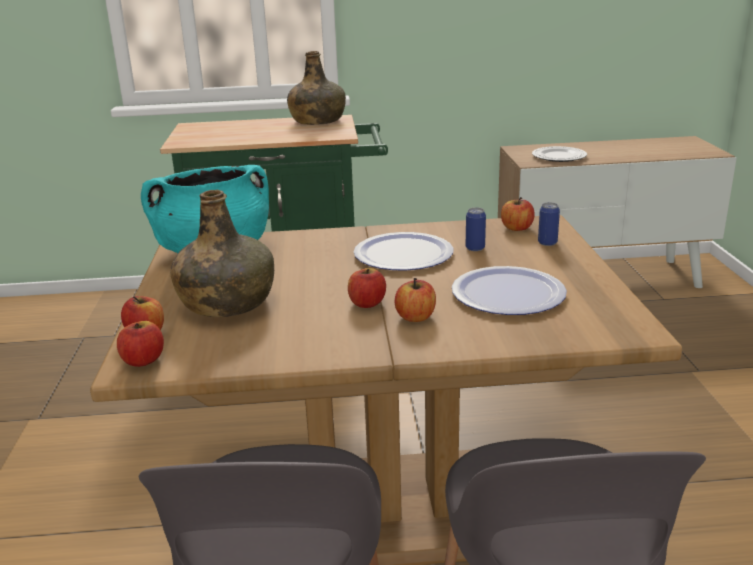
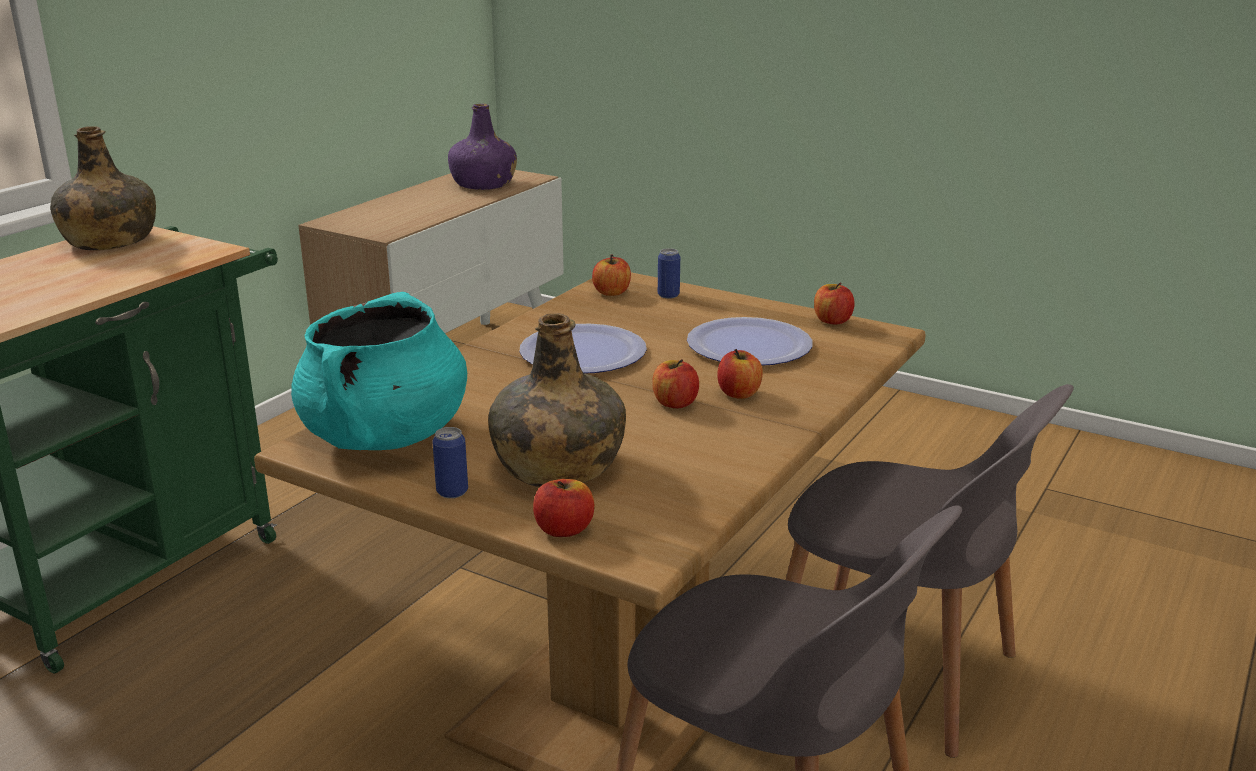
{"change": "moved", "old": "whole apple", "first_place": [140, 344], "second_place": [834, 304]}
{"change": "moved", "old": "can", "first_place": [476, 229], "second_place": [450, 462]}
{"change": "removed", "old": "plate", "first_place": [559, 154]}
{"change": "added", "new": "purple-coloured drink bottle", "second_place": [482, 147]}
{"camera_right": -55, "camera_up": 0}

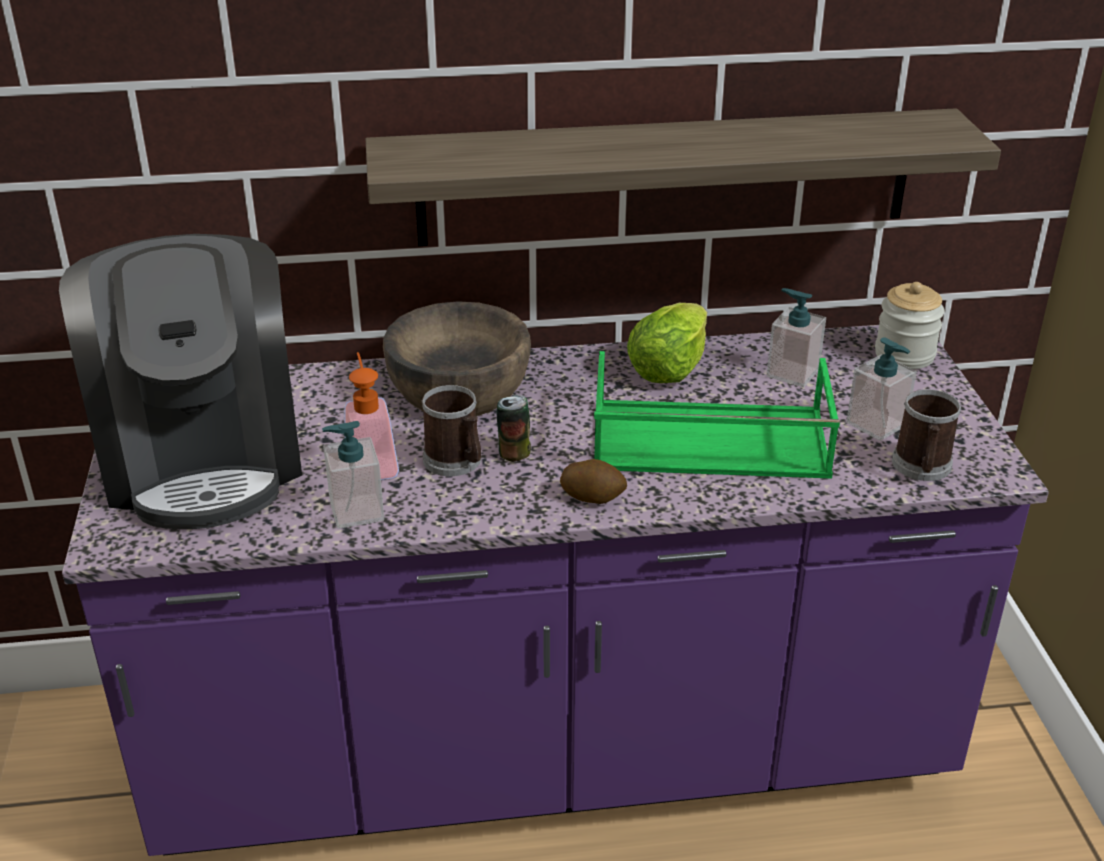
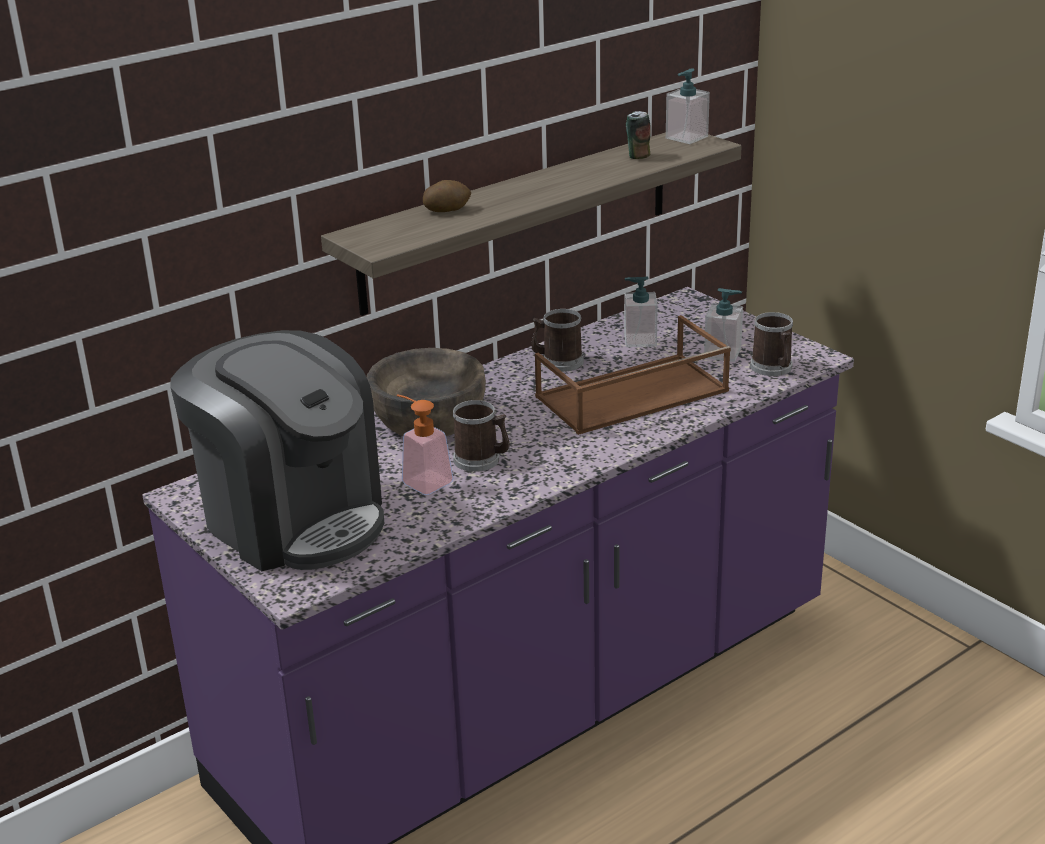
{"change": "moved", "old": "soap bottle", "first_place": [353, 475], "second_place": [688, 106]}
{"change": "moved", "old": "can", "first_place": [513, 428], "second_place": [638, 135]}
{"change": "moved", "old": "potato", "first_place": [593, 481], "second_place": [447, 196]}
{"change": "recoloured", "old": "green-coloured tray", "new": "brownish tray", "first_place": [717, 415], "second_place": [633, 375]}
{"change": "replaced", "old": "lettuce head", "new": "coffee mug", "first_place": [667, 343], "second_place": [558, 340]}
{"change": "removed", "old": "preserve jar", "first_place": [909, 325]}
{"camera_right": -30, "camera_up": -5}

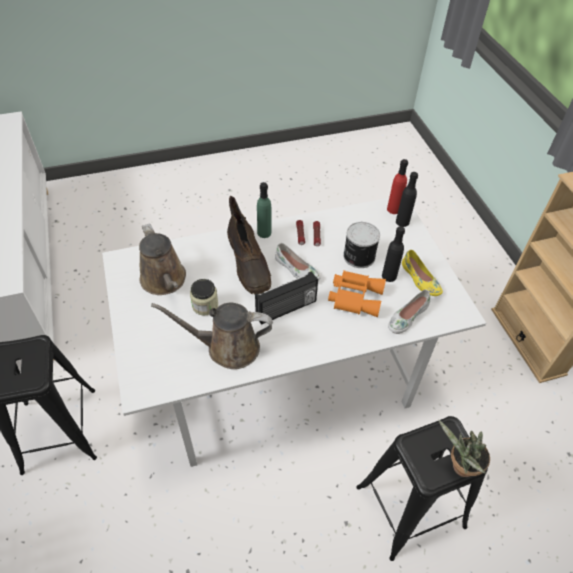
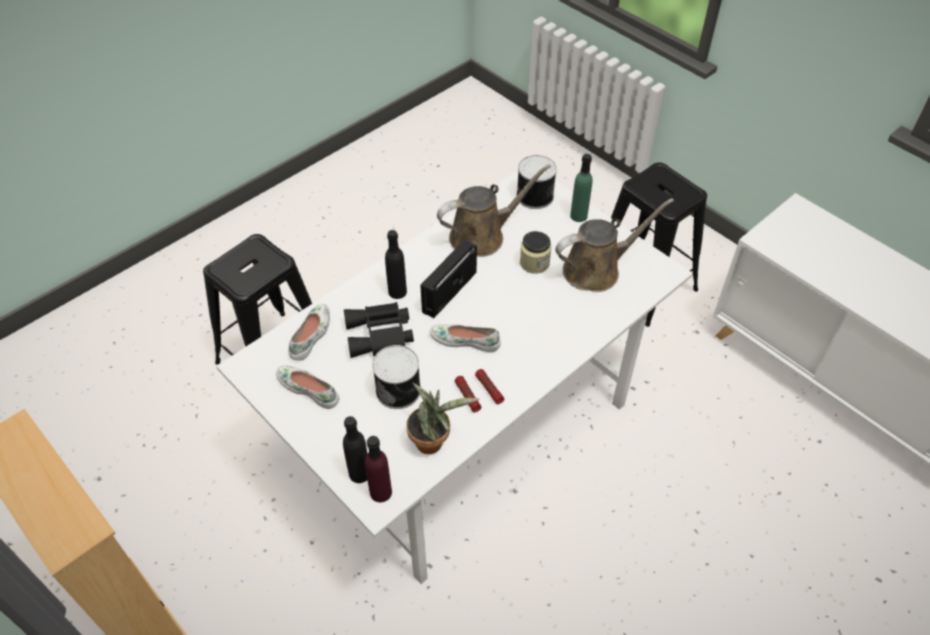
{"change": "turned", "old": "brownish sprinkling can", "first_place": [162, 259], "second_place": [614, 245], "degrees": 120}
{"change": "removed", "old": "brownish high-top boot", "first_place": [249, 245]}
{"change": "moved", "old": "green-coloured drink bottle", "first_place": [264, 210], "second_place": [581, 188]}
{"change": "recoloured", "old": "orange-coloured field glasses", "new": "blackish field glasses", "first_place": [357, 293], "second_place": [379, 330]}
{"change": "moved", "old": "blackish drink bottle", "first_place": [393, 254], "second_place": [396, 264]}
{"change": "recoloured", "old": "red drink bottle", "new": "purple-coloured drink bottle", "first_place": [397, 186], "second_place": [378, 469]}
{"change": "recoloured", "old": "yellowish item of footwear", "new": "white-coloured item of footwear", "first_place": [422, 273], "second_place": [307, 387]}
{"change": "moved", "old": "potted plant", "first_place": [464, 448], "second_place": [442, 418]}
{"change": "added", "new": "can", "second_place": [536, 182]}
{"camera_right": 155, "camera_up": 0}

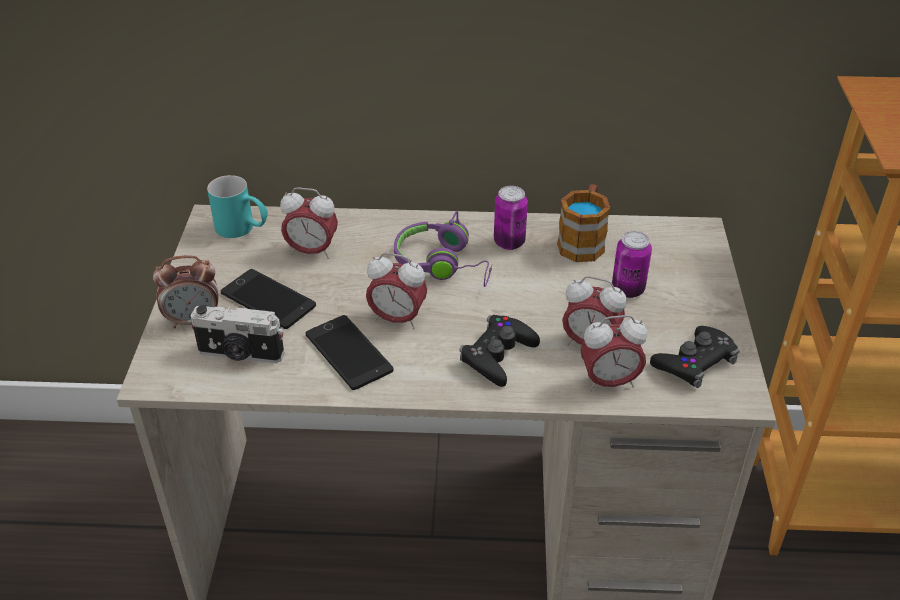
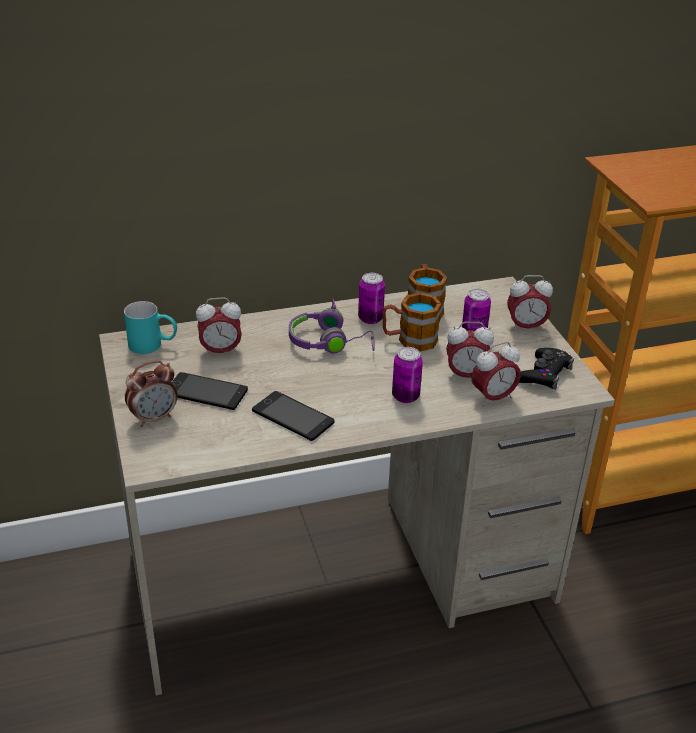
{"change": "removed", "old": "still camera", "first_place": [237, 334]}
{"change": "moved", "old": "alarm clock", "first_place": [396, 291], "second_place": [530, 303]}
{"change": "replaced", "old": "blackish game controller", "new": "can", "first_place": [499, 351], "second_place": [407, 375]}
{"change": "added", "new": "coffee mug", "second_place": [412, 322]}
{"camera_right": -20, "camera_up": -5}

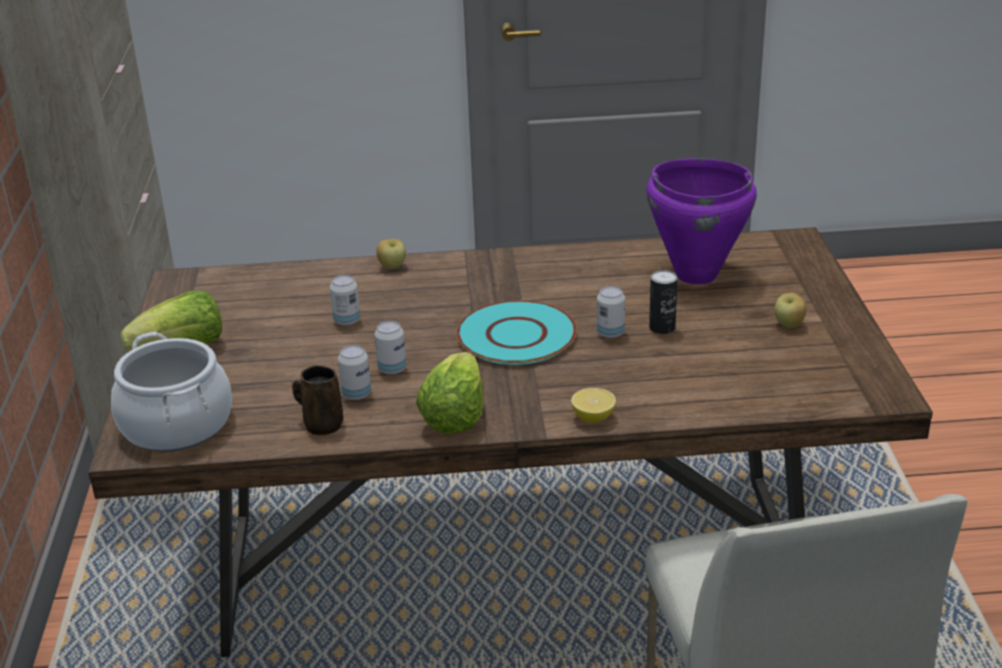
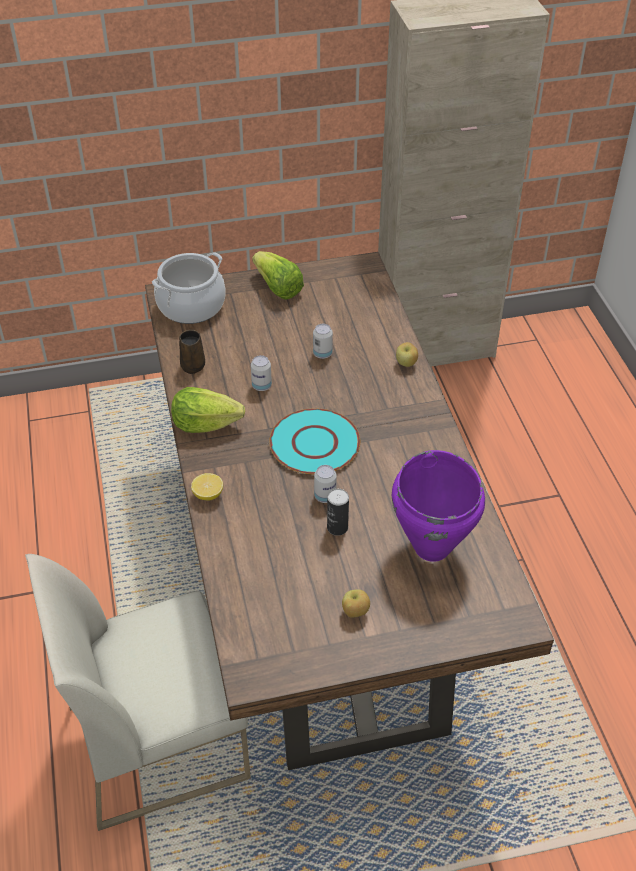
{"change": "removed", "old": "can", "first_place": [354, 372]}
{"camera_right": 80, "camera_up": 15}

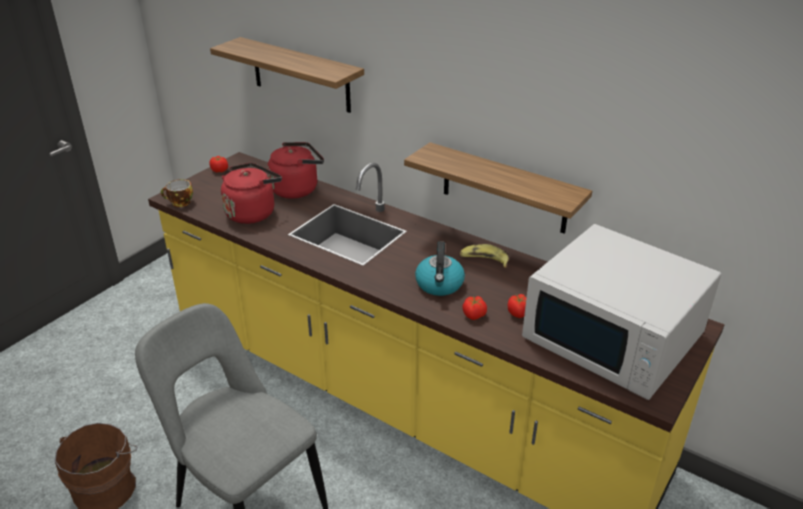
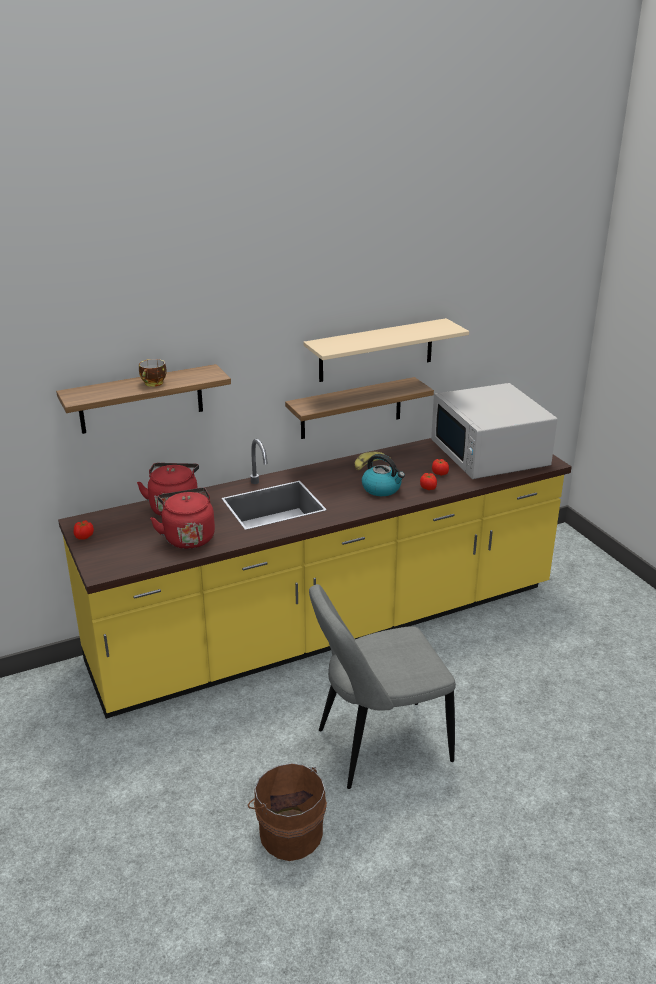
{"change": "moved", "old": "drinking cup", "first_place": [177, 193], "second_place": [153, 373]}
{"change": "turned", "old": "white-coloured kitchen microwave", "first_place": [621, 312], "second_place": [494, 431], "degrees": 90}
{"change": "added", "new": "sand-coloured wall shelf", "second_place": [386, 350]}
{"camera_right": -60, "camera_up": -5}

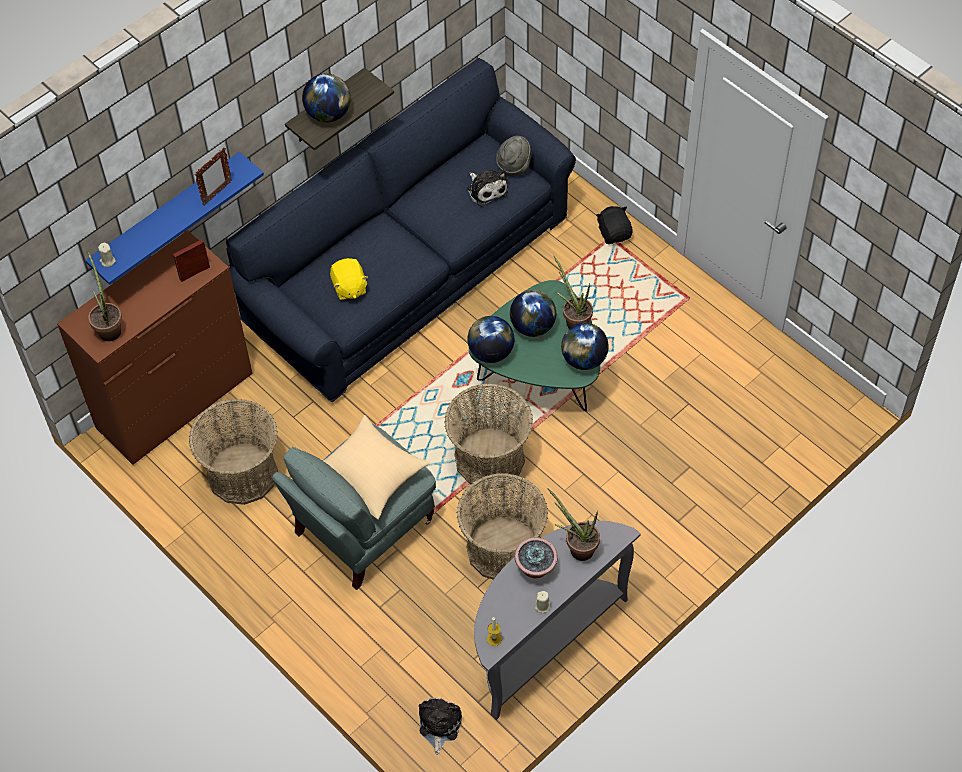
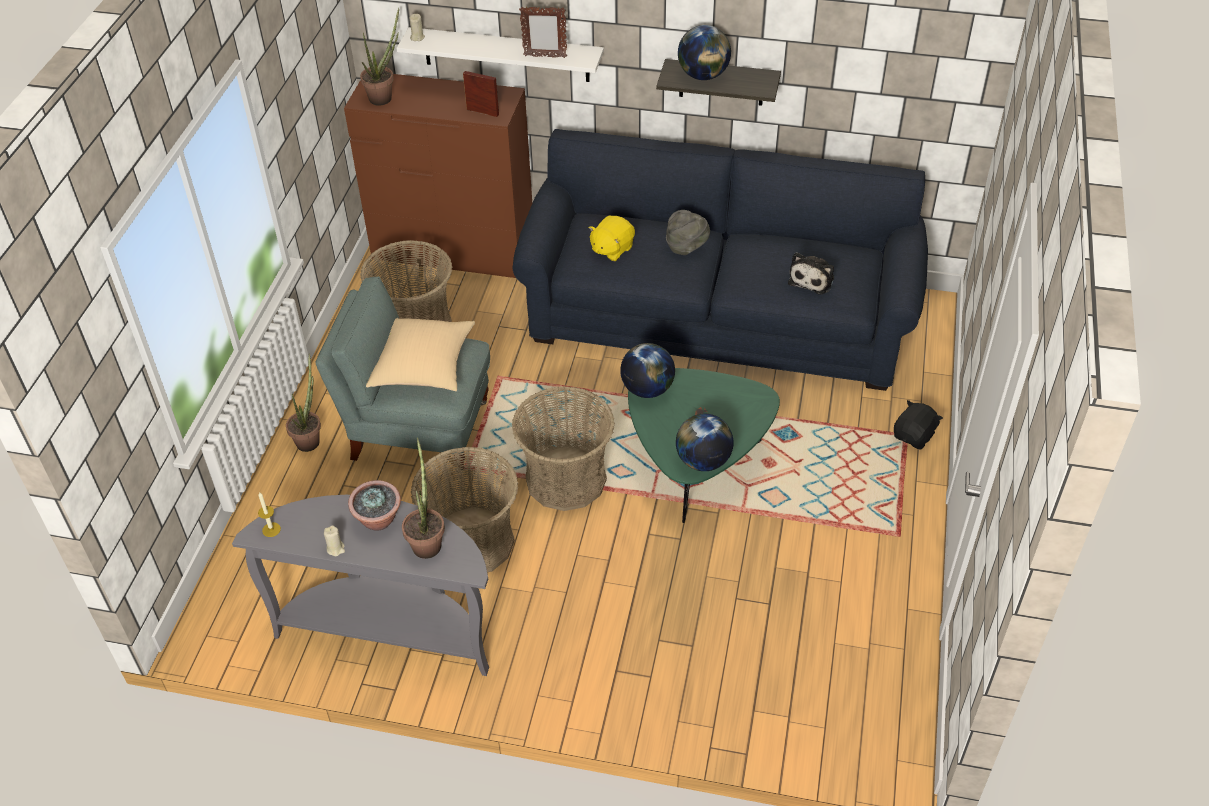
{"change": "recoloured", "old": "blue wall shelf", "new": "white-coloured wall shelf", "first_place": [174, 218], "second_place": [500, 54]}
{"change": "removed", "old": "soft toy", "first_place": [440, 726]}
{"change": "moved", "old": "greyish clothing hat", "first_place": [513, 156], "second_place": [688, 232]}
{"change": "removed", "old": "globe", "first_place": [533, 313]}
{"change": "moved", "old": "potted plant", "first_place": [573, 292], "second_place": [303, 402]}
{"camera_right": 55, "camera_up": -10}

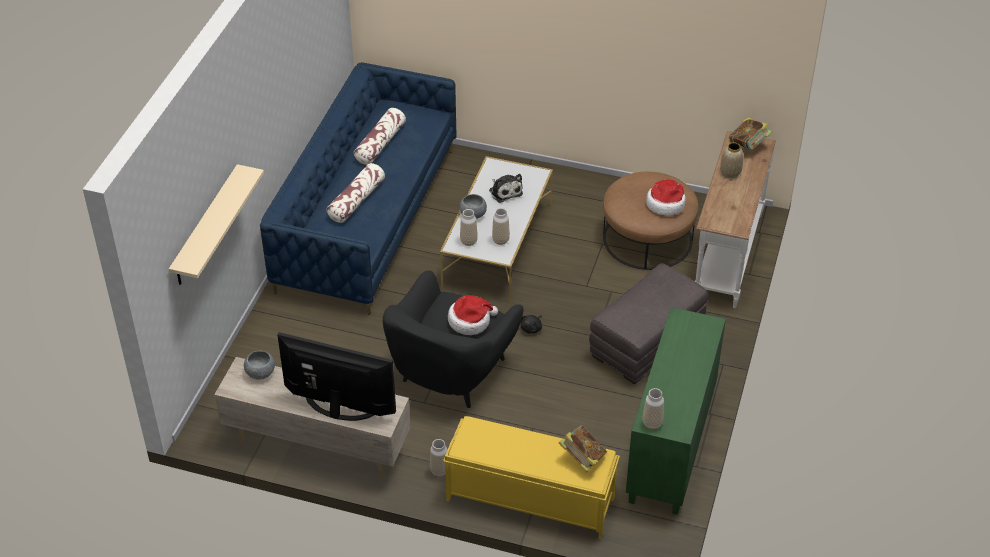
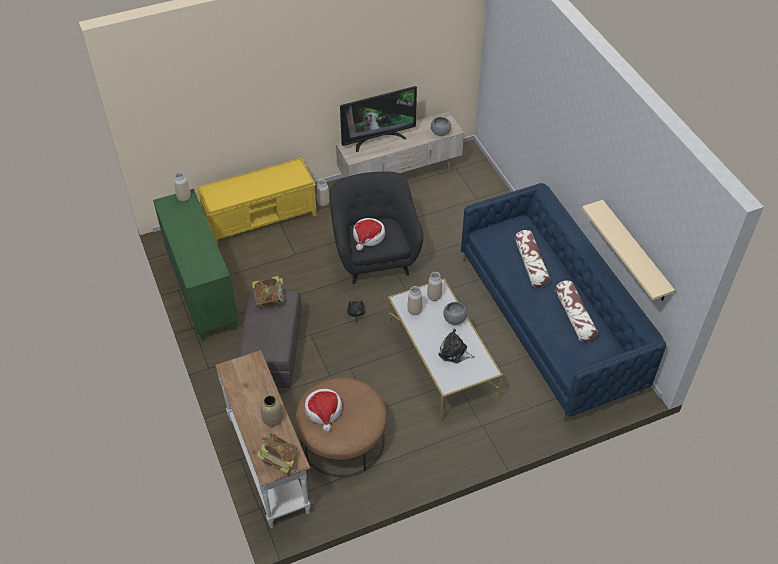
{"change": "moved", "old": "sand-coloured wall shelf", "first_place": [216, 224], "second_place": [628, 250]}
{"change": "moved", "old": "volume", "first_place": [583, 448], "second_place": [268, 292]}
{"camera_right": 140, "camera_up": 5}

